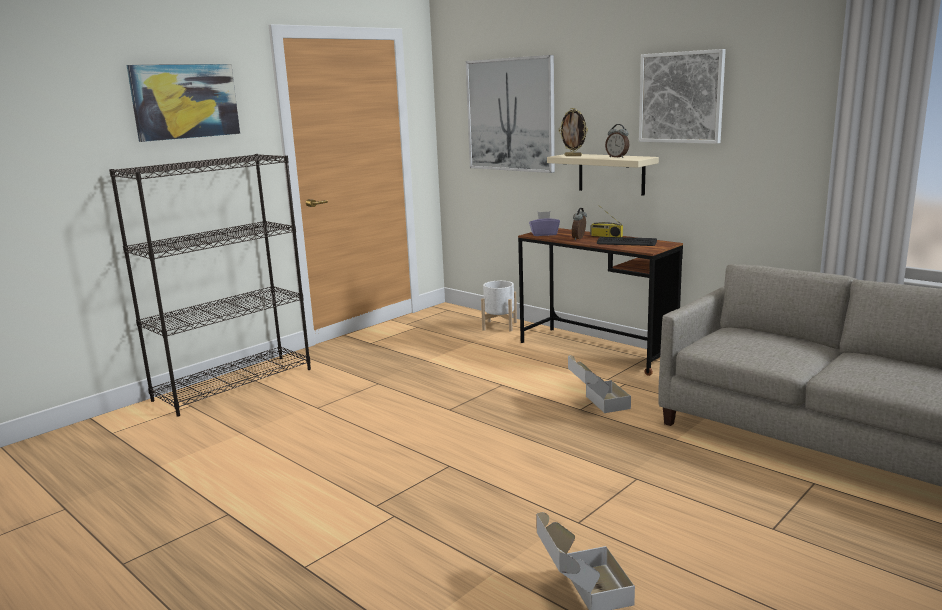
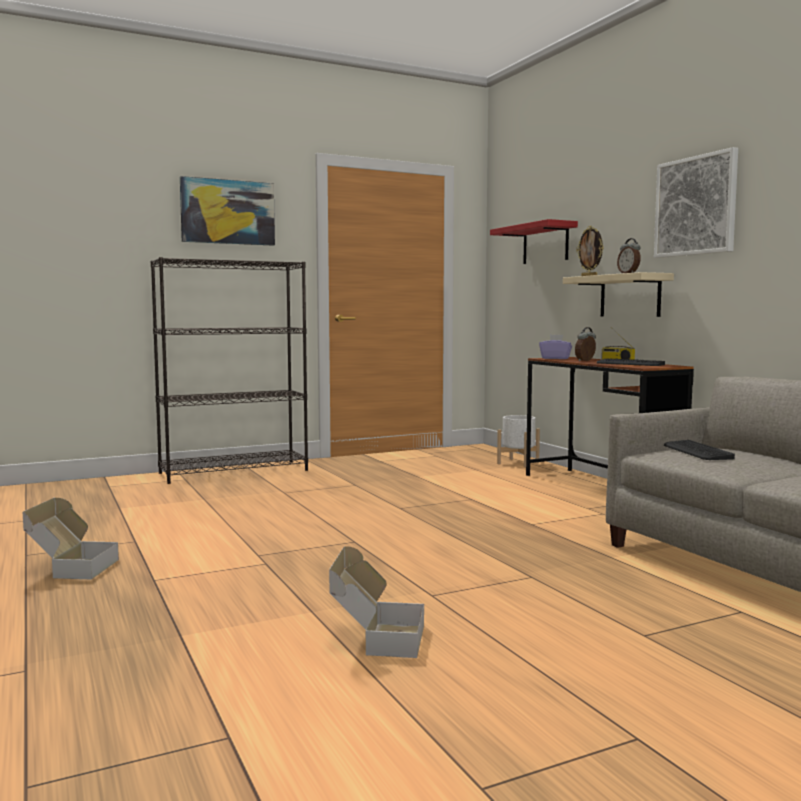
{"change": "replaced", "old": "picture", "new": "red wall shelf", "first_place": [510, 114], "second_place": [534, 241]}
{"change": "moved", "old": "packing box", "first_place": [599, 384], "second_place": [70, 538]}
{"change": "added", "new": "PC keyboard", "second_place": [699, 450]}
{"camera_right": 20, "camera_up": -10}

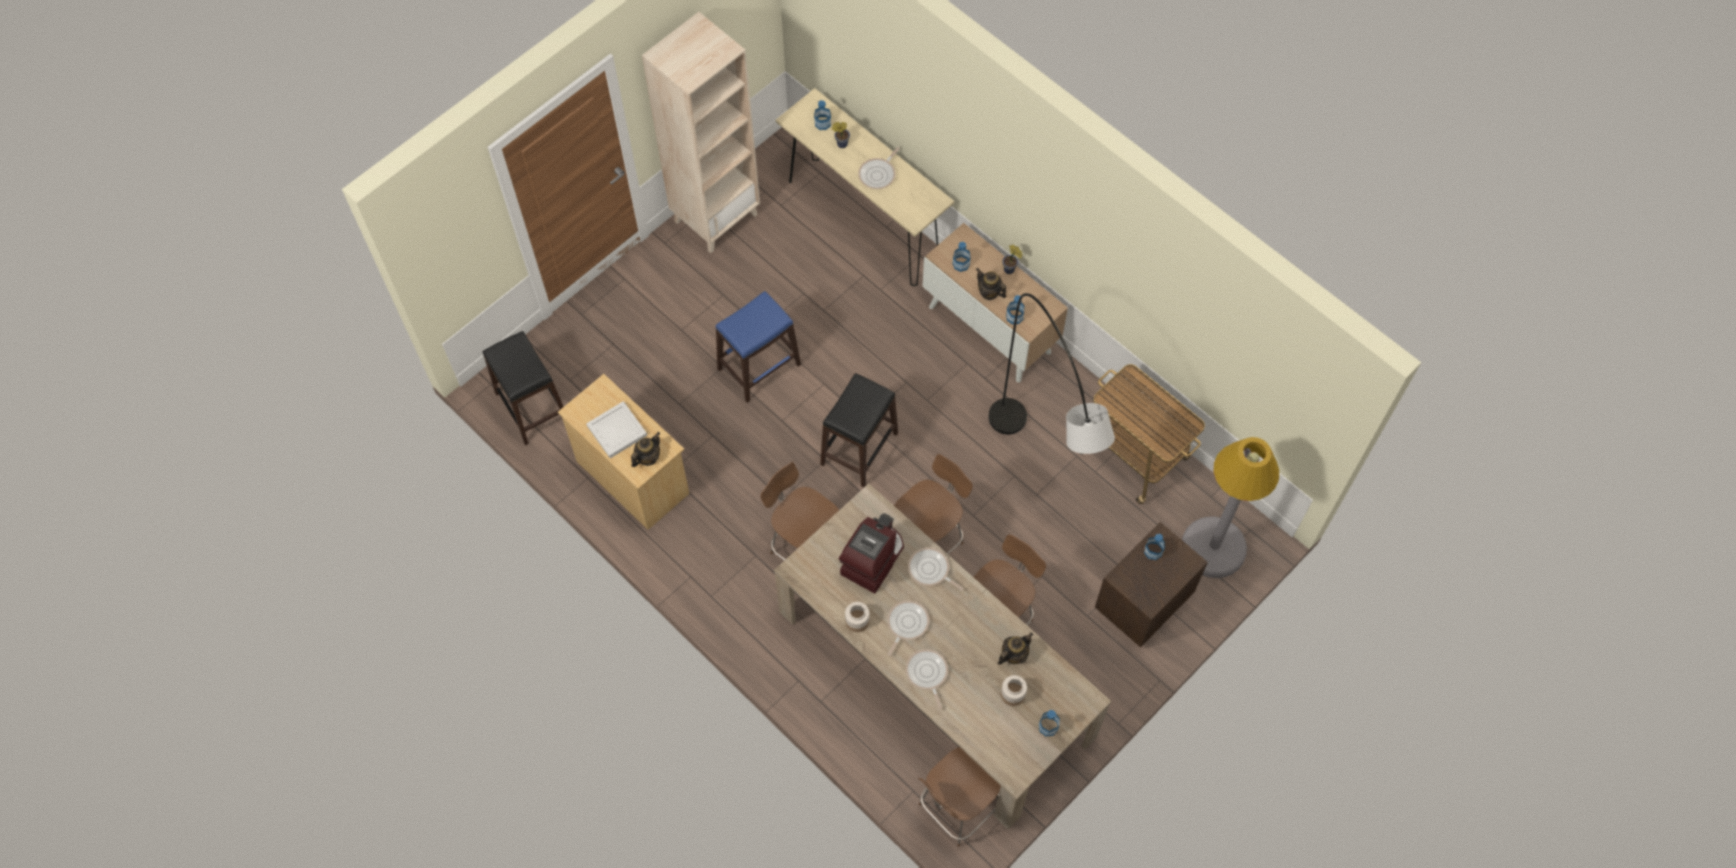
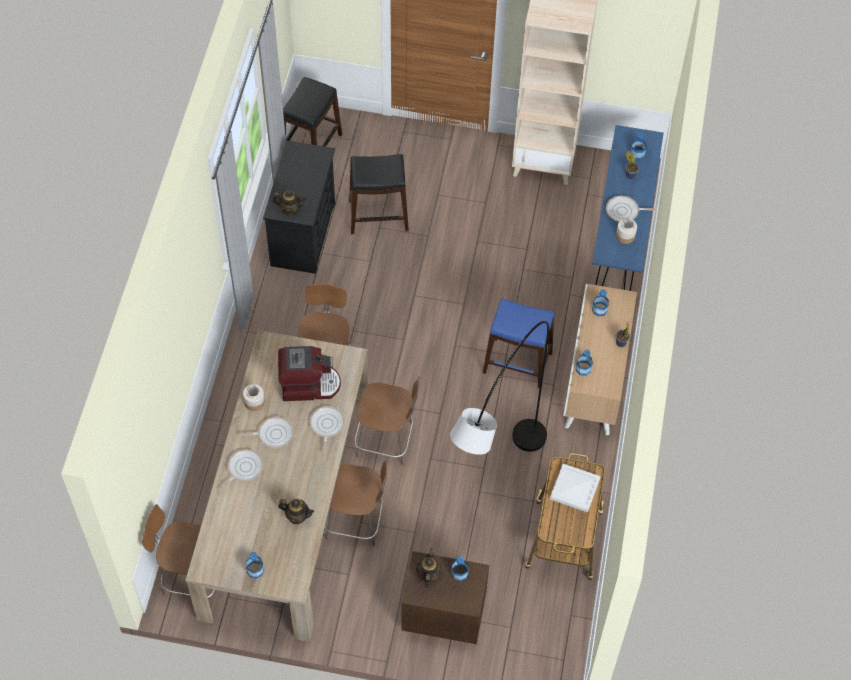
{"change": "recoloured", "old": "sand-coloured drawer chest", "new": "blackish drawer chest", "first_place": [623, 452], "second_place": [299, 207]}
{"change": "moved", "old": "white-coloured tray", "first_place": [616, 429], "second_place": [575, 488]}
{"change": "moved", "old": "blue stool seat", "first_place": [758, 347], "second_place": [518, 343]}
{"change": "recoloured", "old": "sand-coloured console table", "new": "blue console table", "first_place": [865, 187], "second_place": [628, 208]}
{"change": "moved", "old": "blackish stool seat", "first_place": [859, 430], "second_place": [379, 194]}
{"change": "moved", "old": "tea pot", "first_place": [991, 284], "second_place": [429, 568]}
{"change": "moved", "old": "preserve jar", "first_place": [1014, 690], "second_place": [626, 231]}
{"change": "removed", "old": "greyish floor lamp", "first_place": [1230, 507]}
{"camera_right": 55, "camera_up": -5}

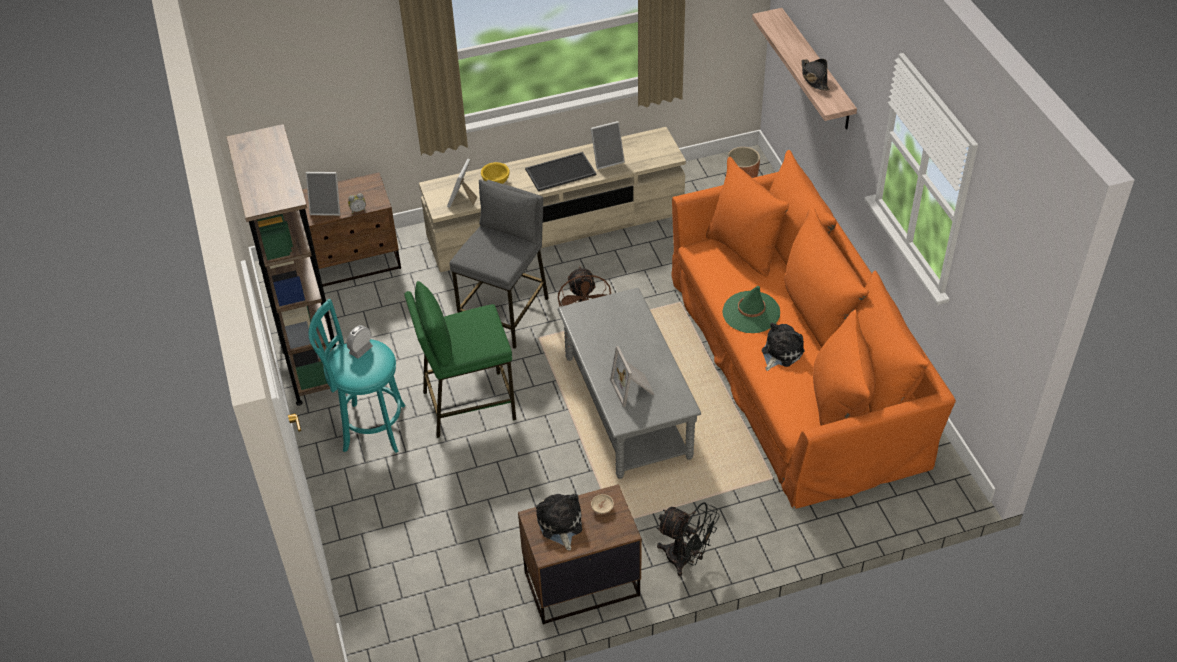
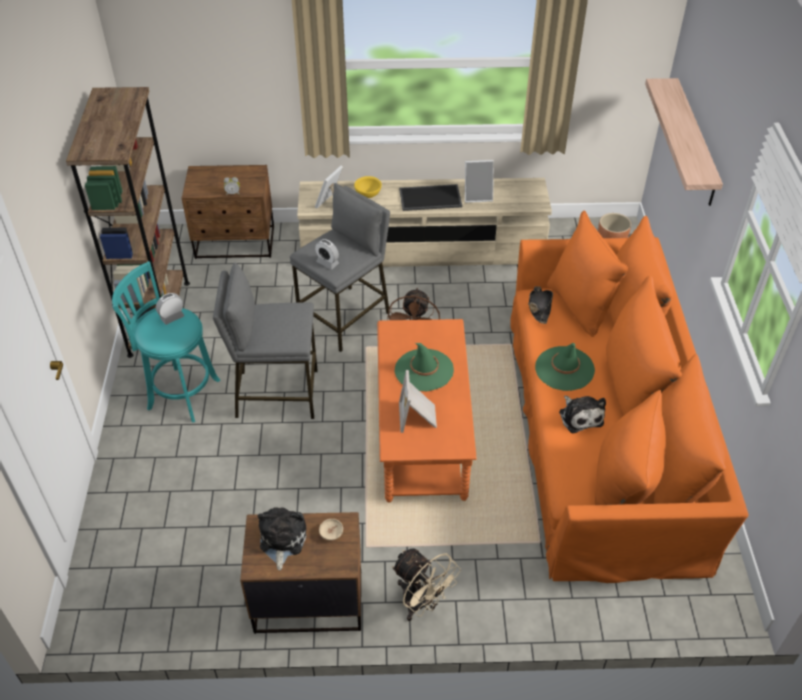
{"change": "removed", "old": "photo frame", "first_place": [323, 194]}
{"change": "recoloured", "old": "green-coloured stool seat", "new": "greyish stool seat", "first_place": [460, 359], "second_place": [265, 341]}
{"change": "recoloured", "old": "greyish coffee table", "new": "orange-coloured coffee table", "first_place": [629, 383], "second_place": [427, 411]}
{"change": "recoloured", "old": "blackish cooling fan", "new": "sand-coloured cooling fan", "first_place": [688, 539], "second_place": [426, 584]}
{"change": "turned", "old": "soft toy", "first_place": [783, 347], "second_place": [582, 414], "degrees": 105}
{"change": "moved", "old": "blackish clothing hat", "first_place": [816, 75], "second_place": [540, 305]}
{"change": "added", "new": "alarm clock", "second_place": [327, 254]}
{"change": "added", "new": "green-coloured clothing hat", "second_place": [424, 367]}
{"camera_right": 15, "camera_up": 0}

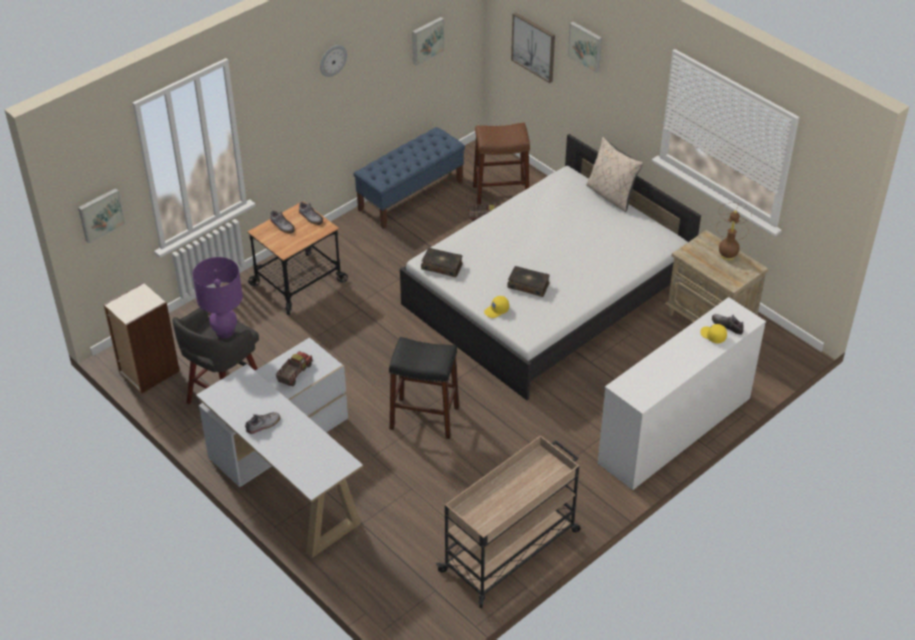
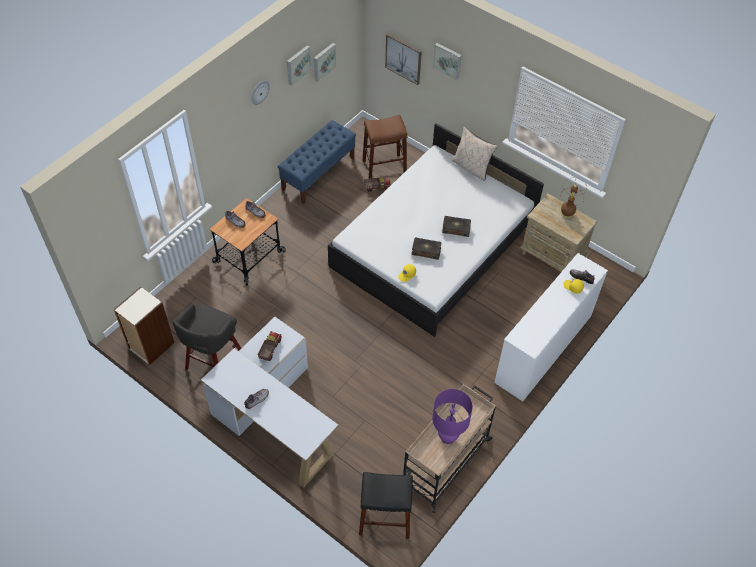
{"change": "moved", "old": "picture", "first_place": [101, 215], "second_place": [299, 65]}
{"change": "moved", "old": "purple-coloured tabletop lamp", "first_place": [218, 298], "second_place": [452, 416]}
{"change": "moved", "old": "blackish stool seat", "first_place": [424, 388], "second_place": [386, 505]}
{"change": "moved", "old": "volume", "first_place": [442, 262], "second_place": [456, 226]}
{"camera_right": -10, "camera_up": 10}

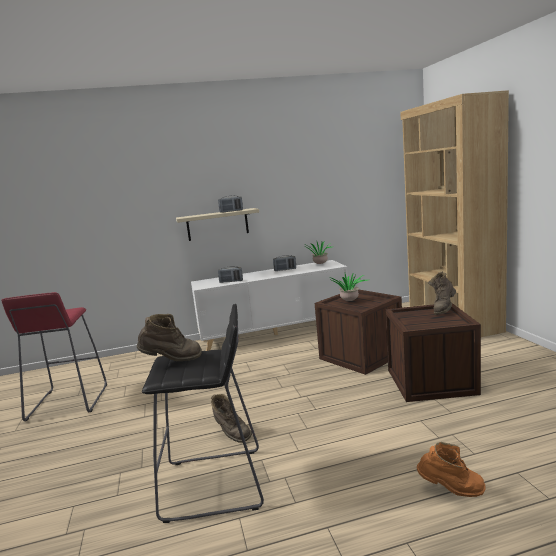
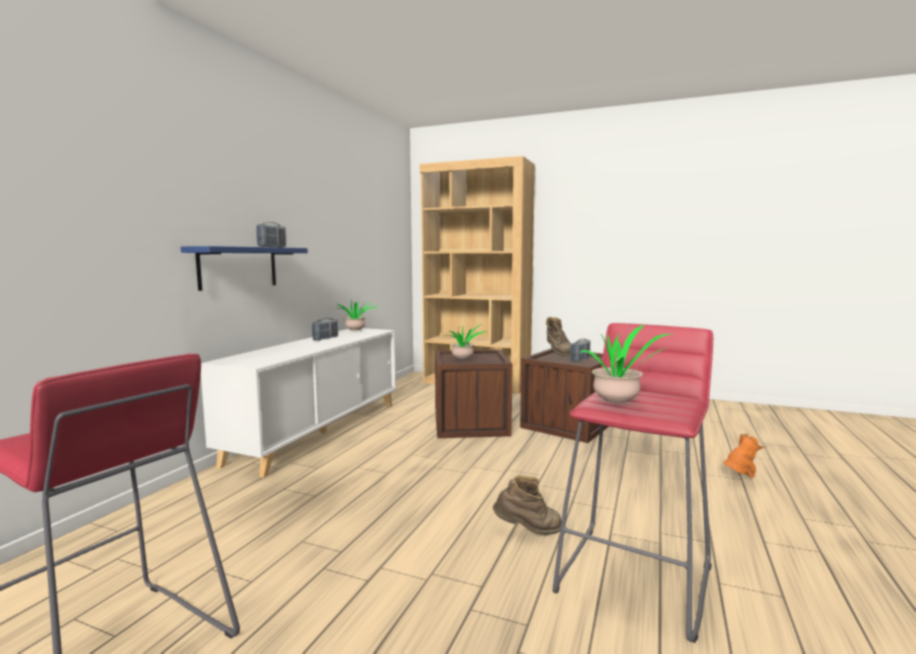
{"change": "replaced", "old": "brownish high-top boot", "new": "potted plant", "first_place": [169, 337], "second_place": [626, 364]}
{"change": "recoloured", "old": "blackish stool seat", "new": "red stool seat", "first_place": [203, 413], "second_place": [633, 483]}
{"change": "recoloured", "old": "sand-coloured wall shelf", "new": "blue wall shelf", "first_place": [217, 224], "second_place": [244, 268]}
{"change": "moved", "old": "radio receiver", "first_place": [230, 274], "second_place": [580, 350]}
{"camera_right": -55, "camera_up": -5}

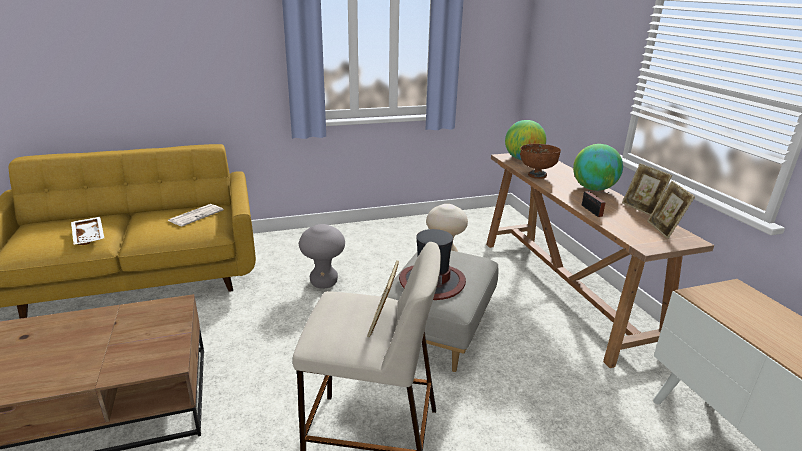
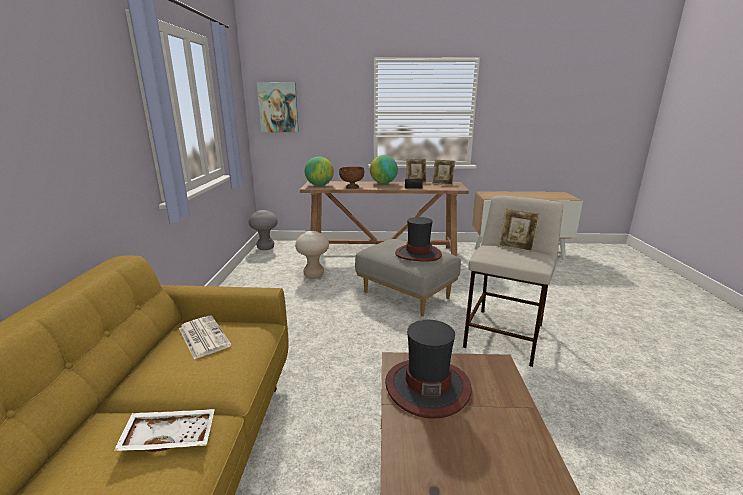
{"change": "moved", "old": "greyish stool seat", "first_place": [322, 256], "second_place": [263, 230]}
{"change": "added", "new": "picture", "second_place": [278, 107]}
{"change": "added", "new": "clothing hat", "second_place": [428, 369]}
{"camera_right": -70, "camera_up": -5}

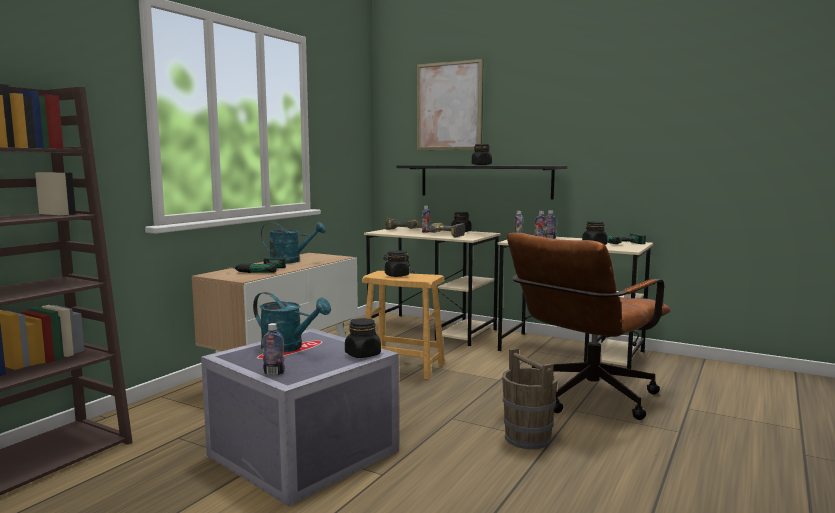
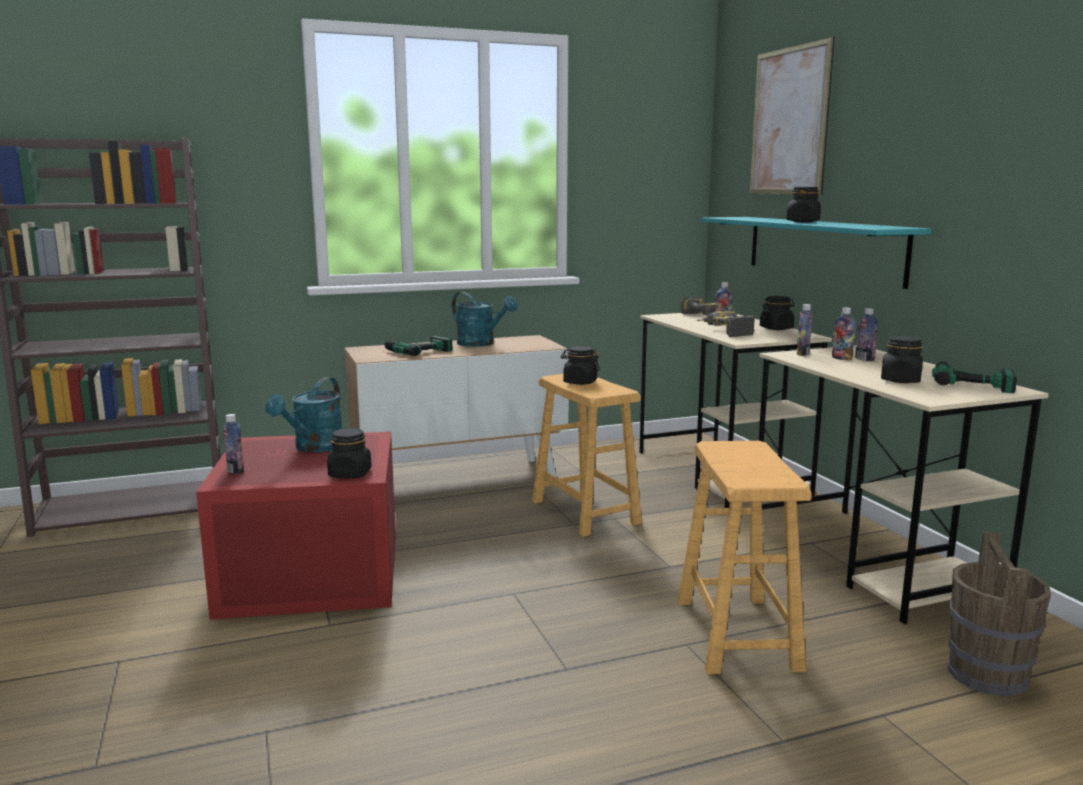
{"change": "recoloured", "old": "greyish storage container", "new": "red storage container", "first_place": [300, 417], "second_place": [296, 526]}
{"change": "turned", "old": "turquoise-coloured sprinkling can", "first_place": [292, 322], "second_place": [303, 414], "degrees": 45}
{"change": "recoloured", "old": "blackish wall shelf", "new": "turquoise-coloured wall shelf", "first_place": [481, 182], "second_place": [817, 253]}
{"change": "moved", "old": "brownish pail", "first_place": [530, 398], "second_place": [999, 613]}
{"change": "replaced", "old": "brownish desk chair", "new": "brownish stool seat", "first_place": [589, 326], "second_place": [744, 557]}
{"camera_right": 40, "camera_up": 5}

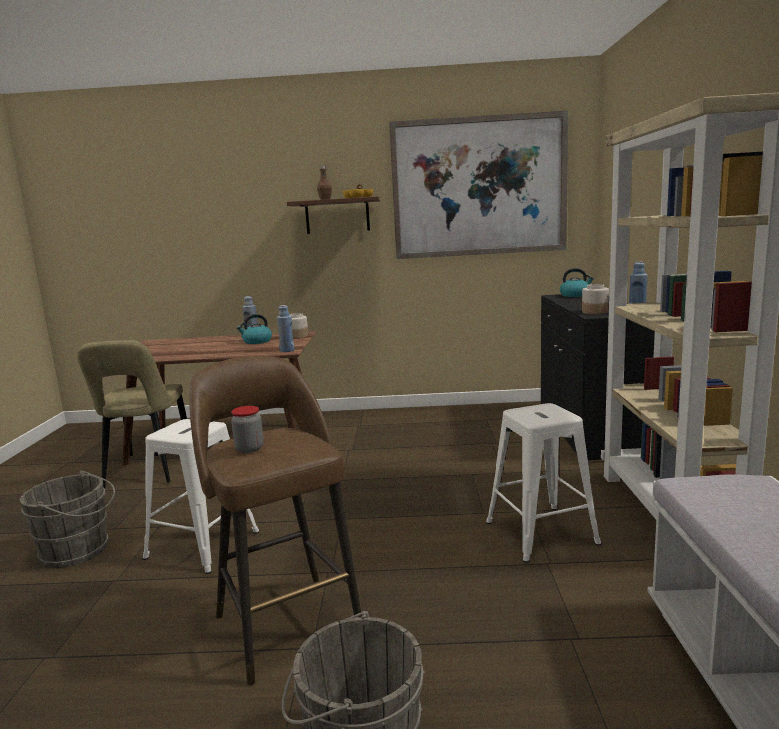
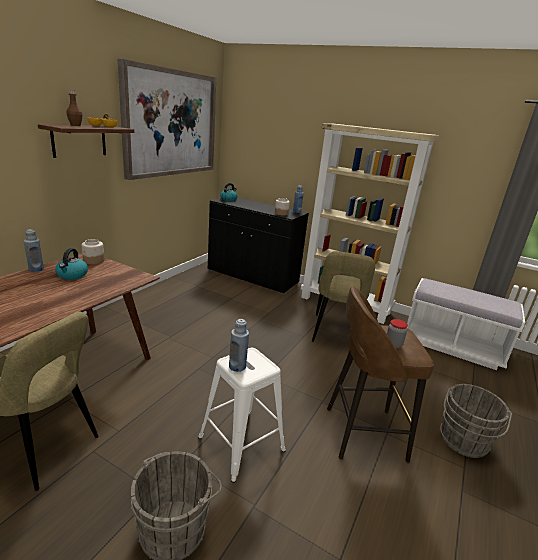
{"change": "moved", "old": "blue drink bottle", "first_place": [285, 328], "second_place": [239, 345]}
{"change": "replaced", "old": "white-coloured stool seat", "new": "sand-coloured chair", "first_place": [544, 483], "second_place": [343, 296]}
{"camera_right": -65, "camera_up": 10}

